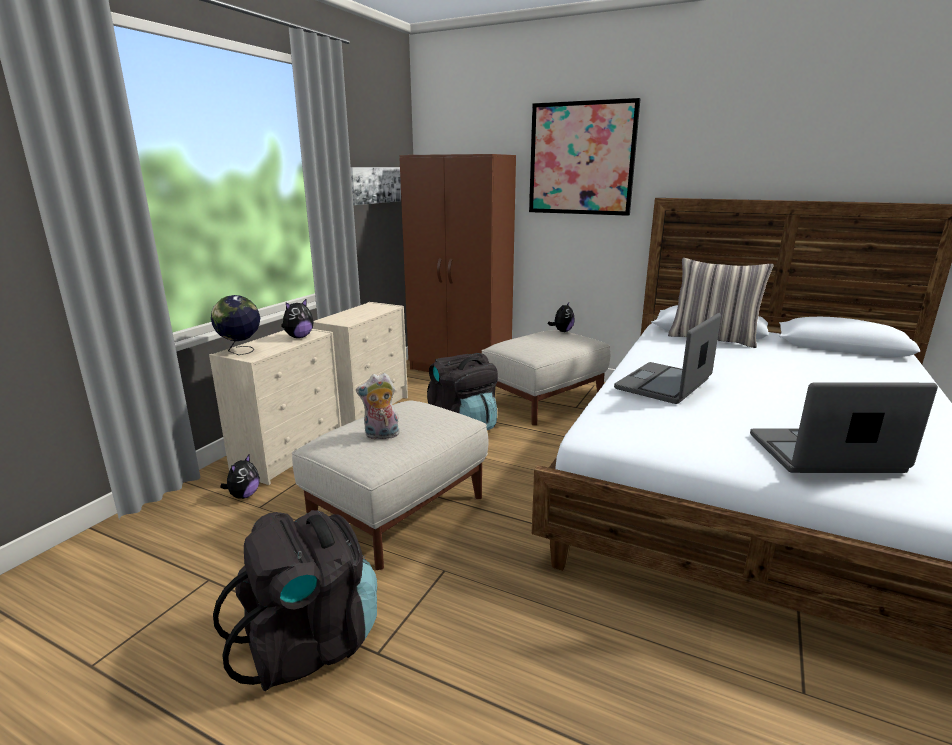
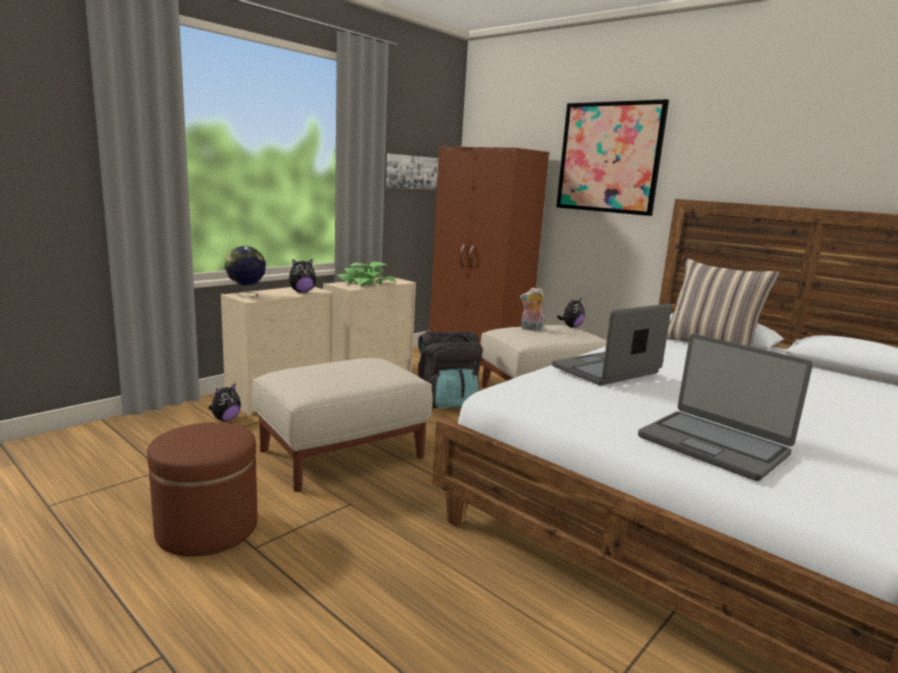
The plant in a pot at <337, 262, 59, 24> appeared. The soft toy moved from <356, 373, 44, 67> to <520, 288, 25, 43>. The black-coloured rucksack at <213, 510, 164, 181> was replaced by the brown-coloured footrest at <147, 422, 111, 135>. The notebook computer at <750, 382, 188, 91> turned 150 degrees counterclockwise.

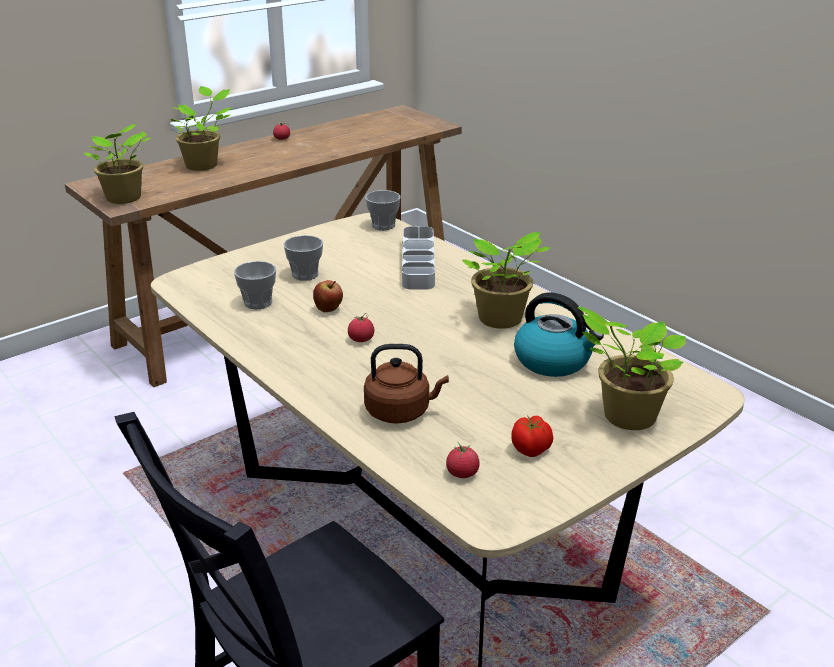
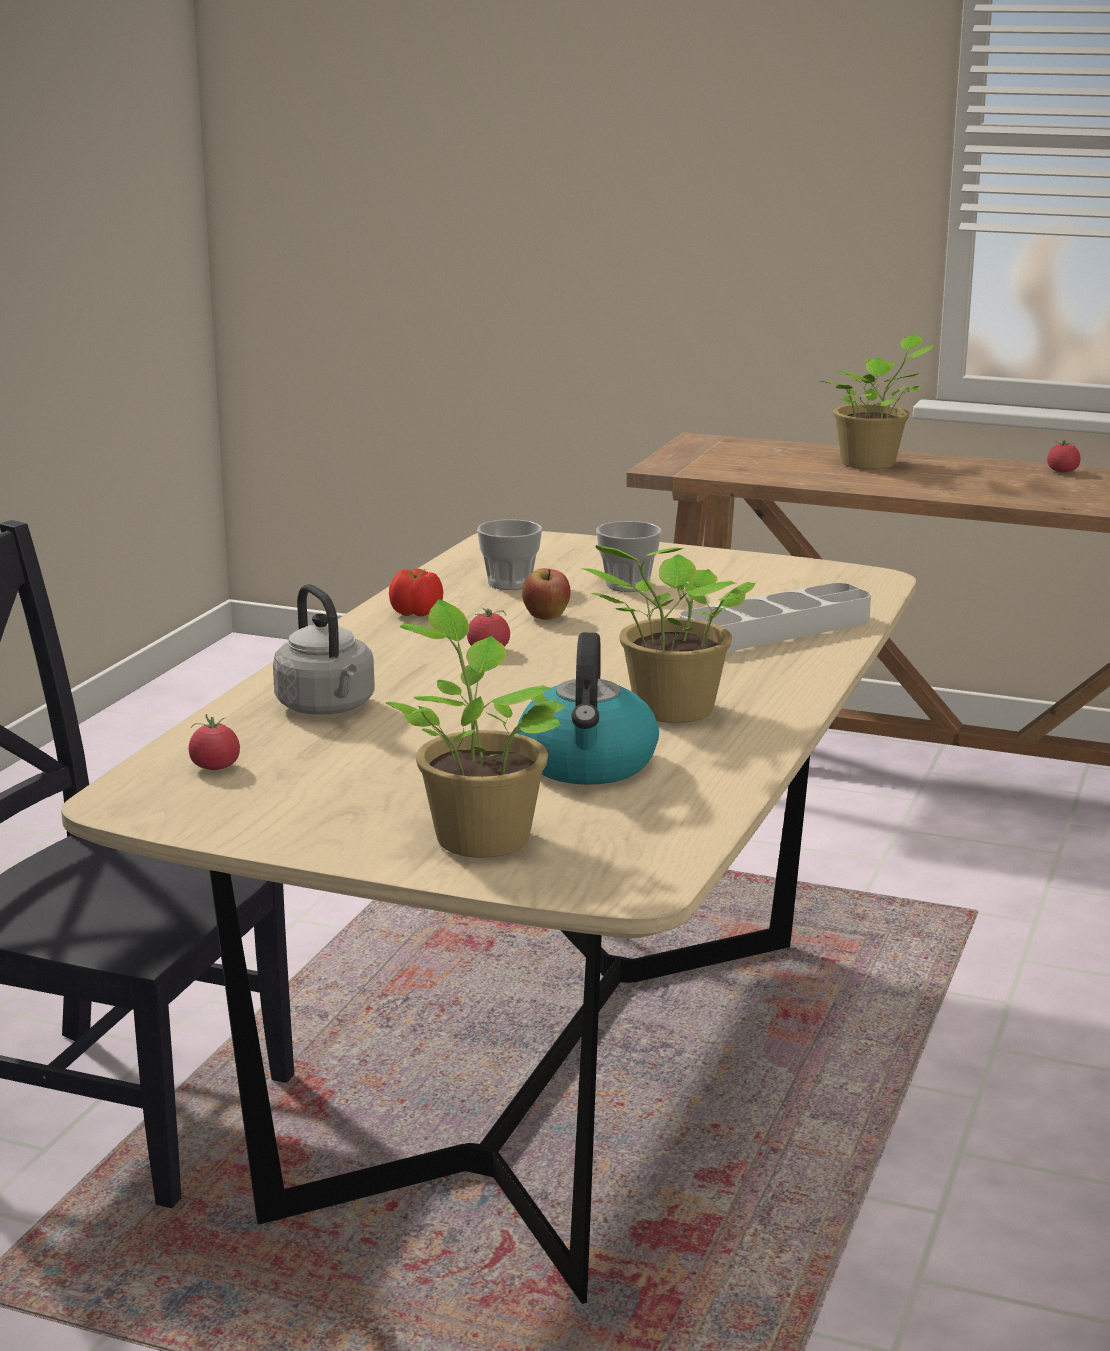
The plant in a pot at <84, 124, 67, 80> disappeared. The cup at <365, 190, 36, 40> disappeared. The whole tomato moved from <511, 416, 42, 41> to <389, 568, 54, 49>. The brown-coloured water kettle at <364, 344, 85, 80> became the greyish water kettle at <273, 584, 101, 131>.

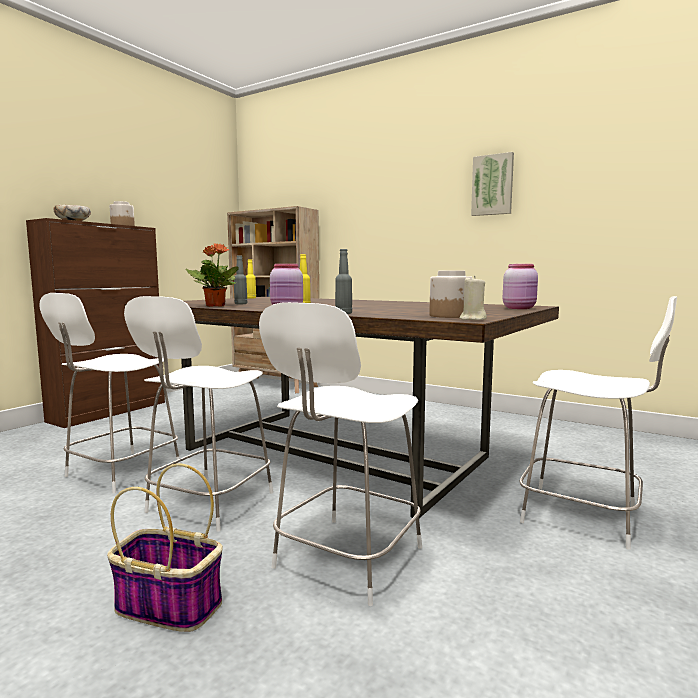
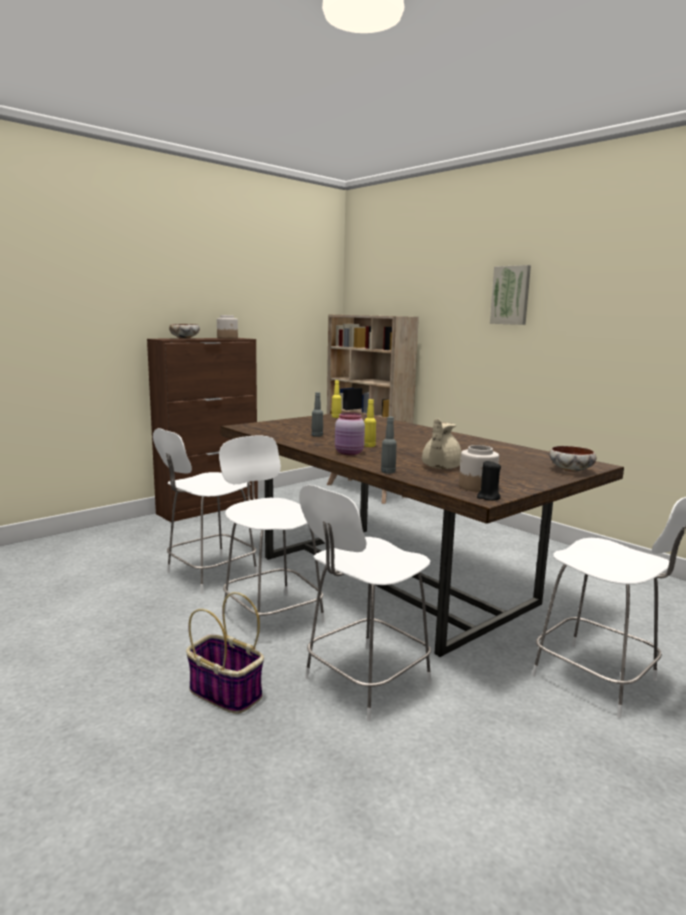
The plant in a pot at <185, 243, 54, 64> disappeared. The sand-coloured teapot at <422, 419, 40, 50> appeared. The wall picture moved from <471, 152, 43, 64> to <490, 265, 41, 60>. The pink jar at <503, 264, 35, 45> was replaced by the deep dish at <549, 446, 47, 26>. The sand-coloured wax light at <459, 275, 28, 45> became the black-coloured wax light at <477, 460, 24, 41>. The white plain chair at <124, 296, 149, 236> turned 105 degrees clockwise.

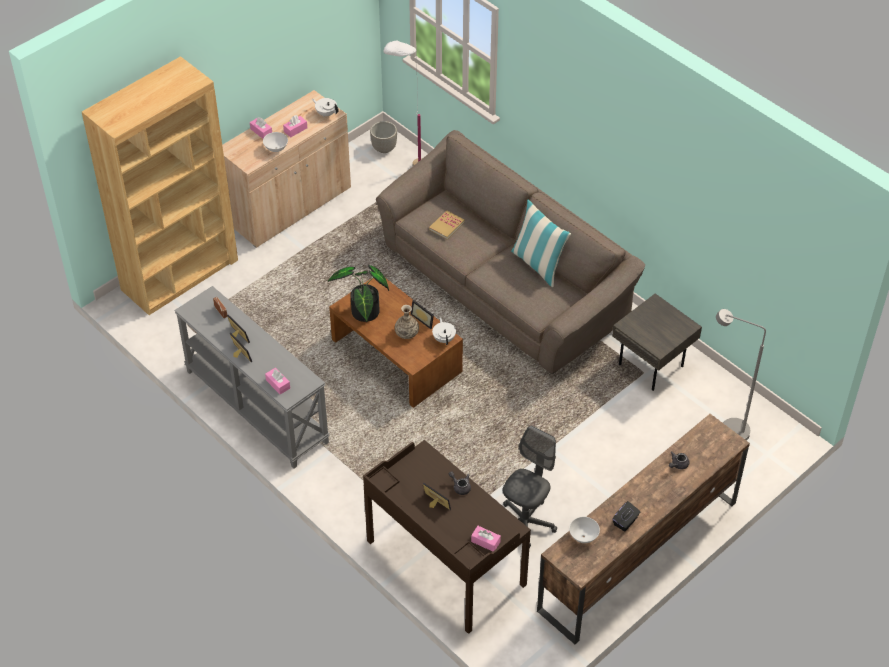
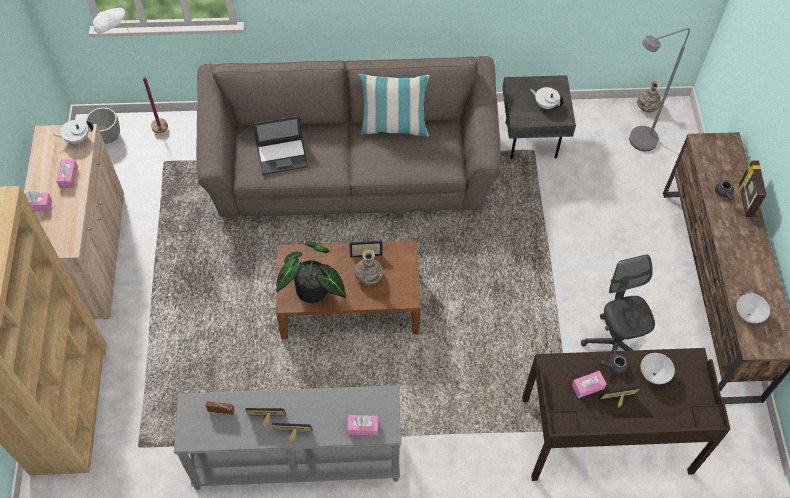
The black-coloured tissue holder at <612, 501, 28, 31> disappeared. The flower vase at <637, 80, 24, 33> appeared. The photo frame at <739, 161, 27, 57> appeared. The white deep dish moved from <263, 132, 25, 20> to <641, 353, 34, 31>. The white teapot moved from <432, 317, 24, 28> to <530, 87, 34, 22>. The pink tissue holder moved from <471, 526, 30, 25> to <572, 371, 35, 27>. The volume at <429, 211, 36, 28> was replaced by the notebook computer at <253, 115, 56, 60>.

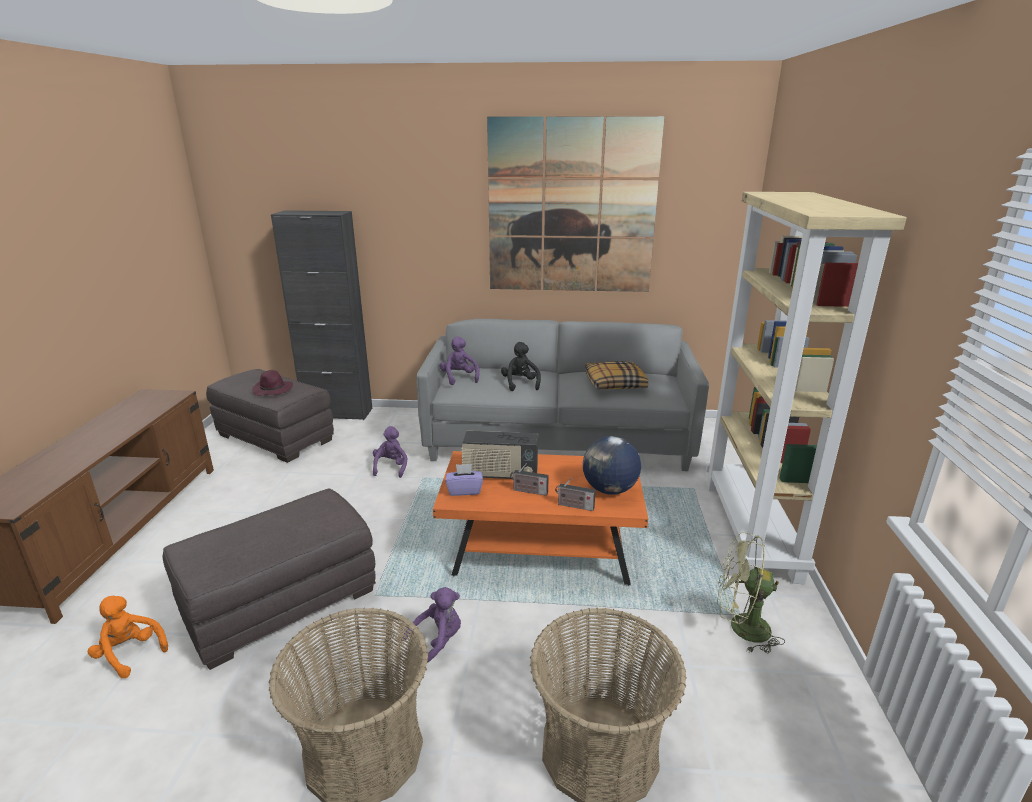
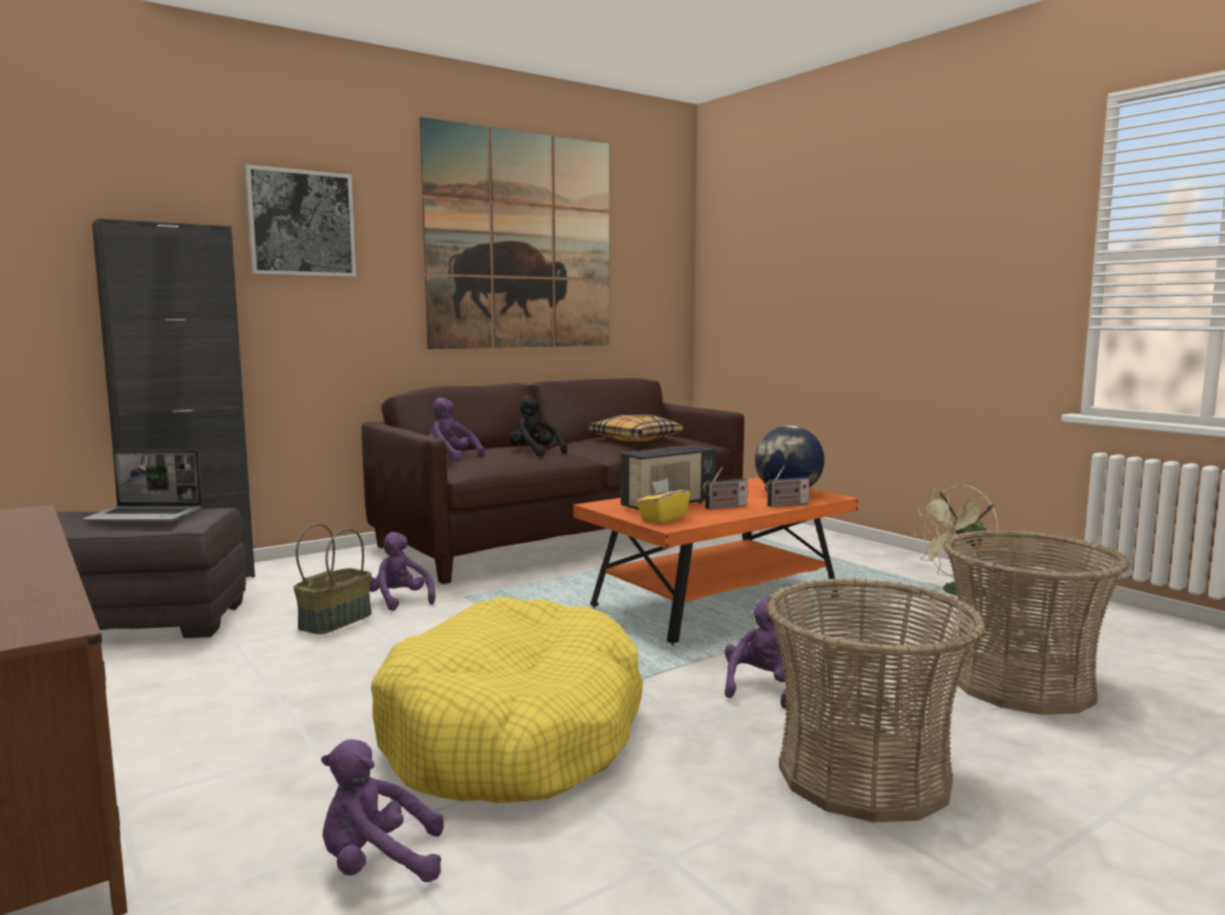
The sand-coloured bookcase at <706, 192, 201, 392> disappeared. The wall picture at <244, 164, 112, 113> appeared. The storage basket at <294, 523, 78, 111> appeared. The greyish footrest at <163, 489, 213, 181> was replaced by the yellow-coloured dog cushion at <371, 597, 272, 206>. The purple wearable hat at <252, 370, 41, 26> was replaced by the notebook computer at <83, 450, 120, 72>. The orange soft toy at <88, 595, 80, 83> became the purple soft toy at <321, 739, 123, 143>. The greyish couch at <417, 319, 292, 152> became the brown-coloured couch at <361, 378, 383, 206>. The purple tissue holder at <445, 464, 38, 32> became the yellow-coloured tissue holder at <636, 479, 55, 44>.

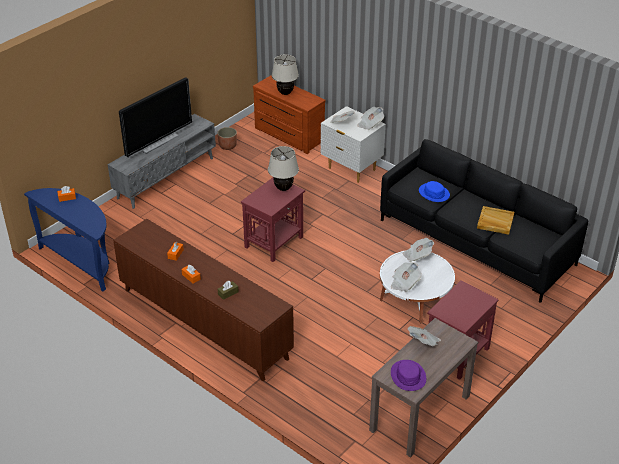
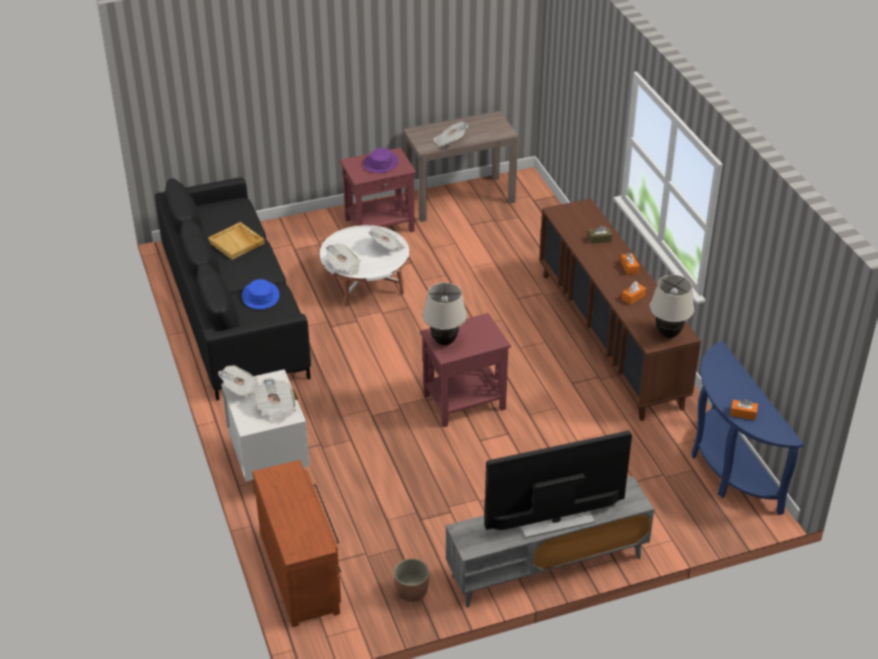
The sand-coloured tabletop lamp moved from <271, 54, 28, 41> to <650, 275, 44, 63>. The purple wearable hat moved from <391, 360, 35, 31> to <363, 148, 35, 25>.

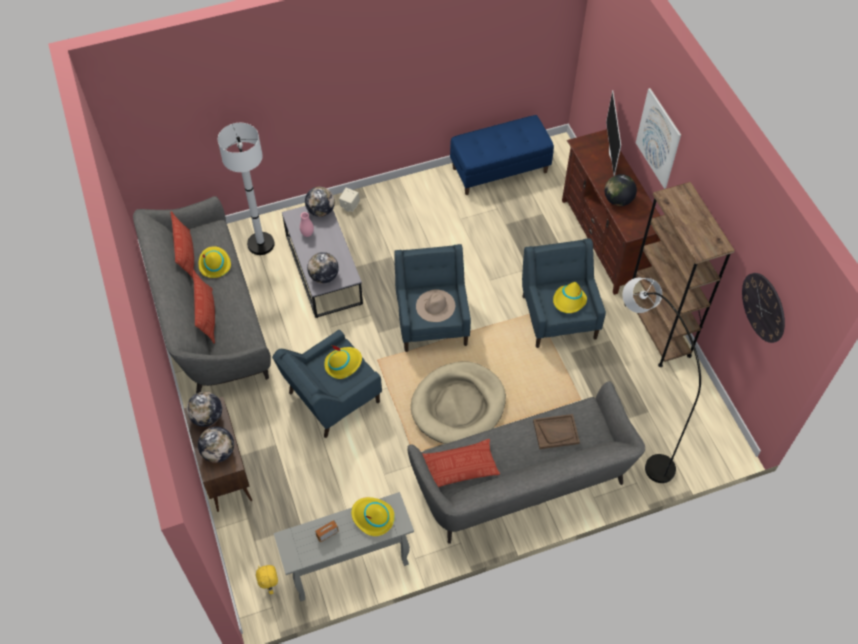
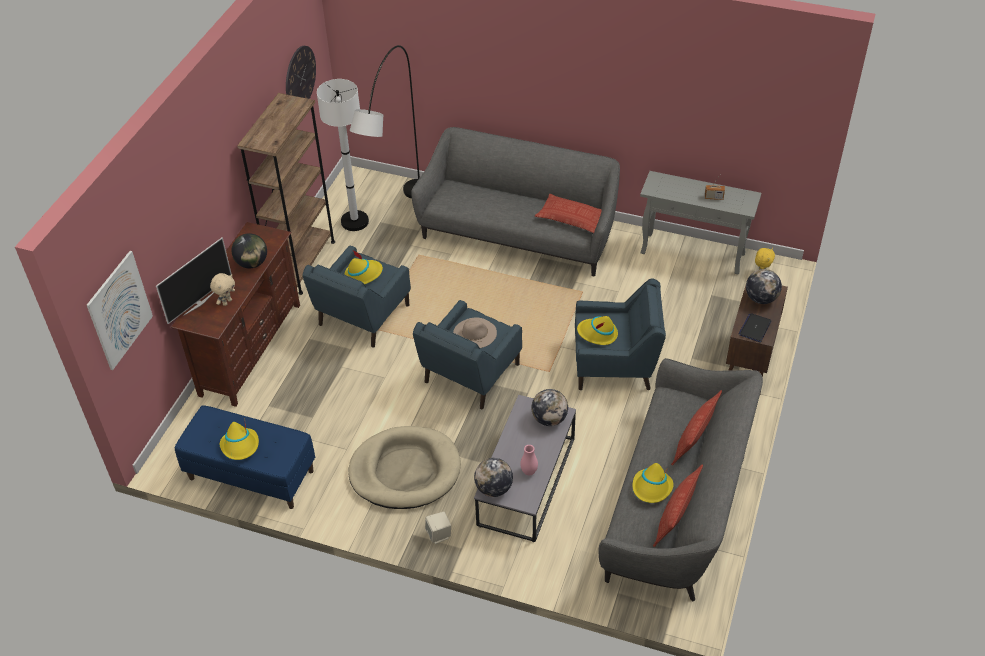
The brown-coloured carrying tray at <533, 414, 47, 35> disappeared. The sand-coloured soft toy at <210, 273, 25, 33> appeared. The white standard lamp moved from <218, 123, 57, 132> to <317, 79, 52, 152>. The yellow-coloured wearable hat moved from <351, 497, 44, 39> to <220, 422, 39, 38>. The sand-coloured dog cushion moved from <411, 361, 95, 83> to <349, 426, 112, 83>. The wall picture moved from <636, 88, 45, 101> to <87, 251, 66, 119>. The desk globe at <186, 392, 36, 35> was replaced by the notebook computer at <739, 313, 32, 29>.

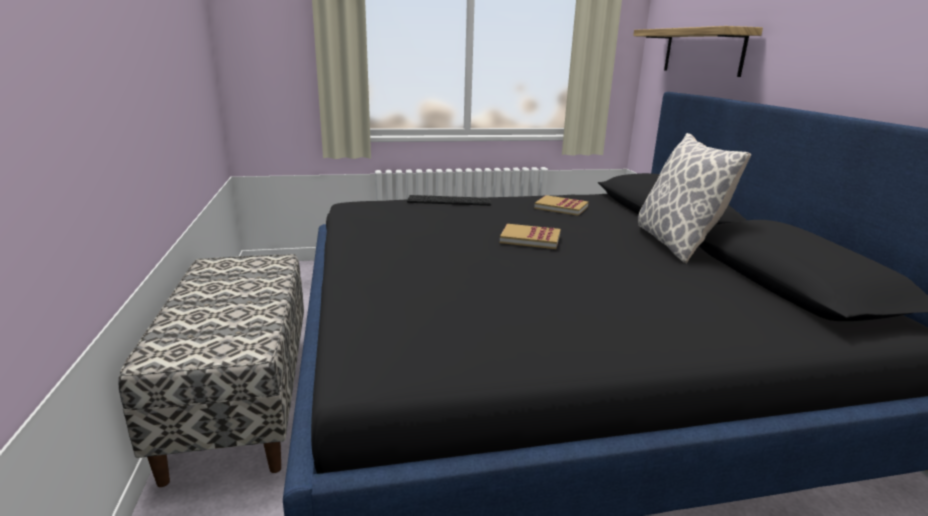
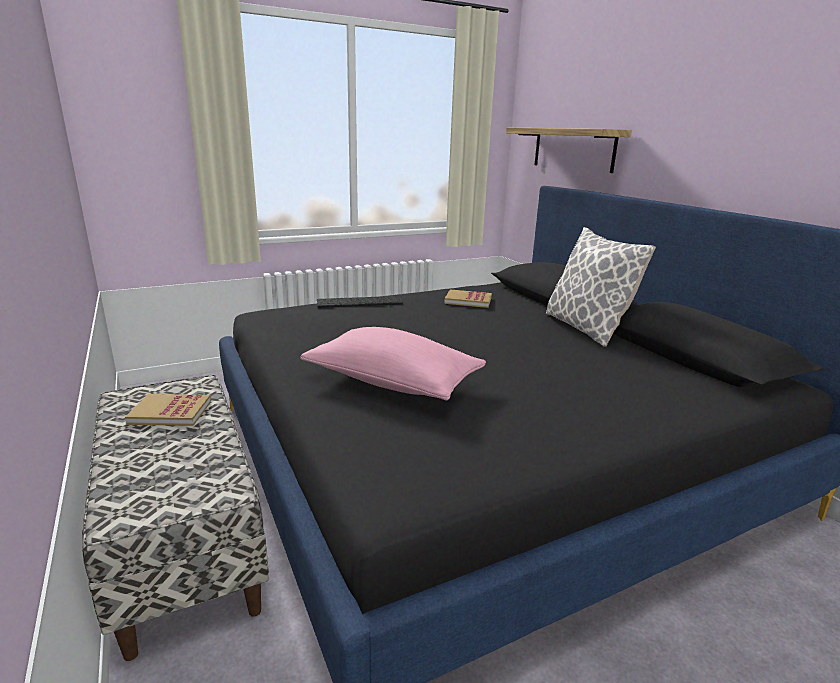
The pink throw pillow at <300, 327, 186, 74> appeared. The volume moved from <500, 224, 61, 25> to <125, 394, 86, 32>.

